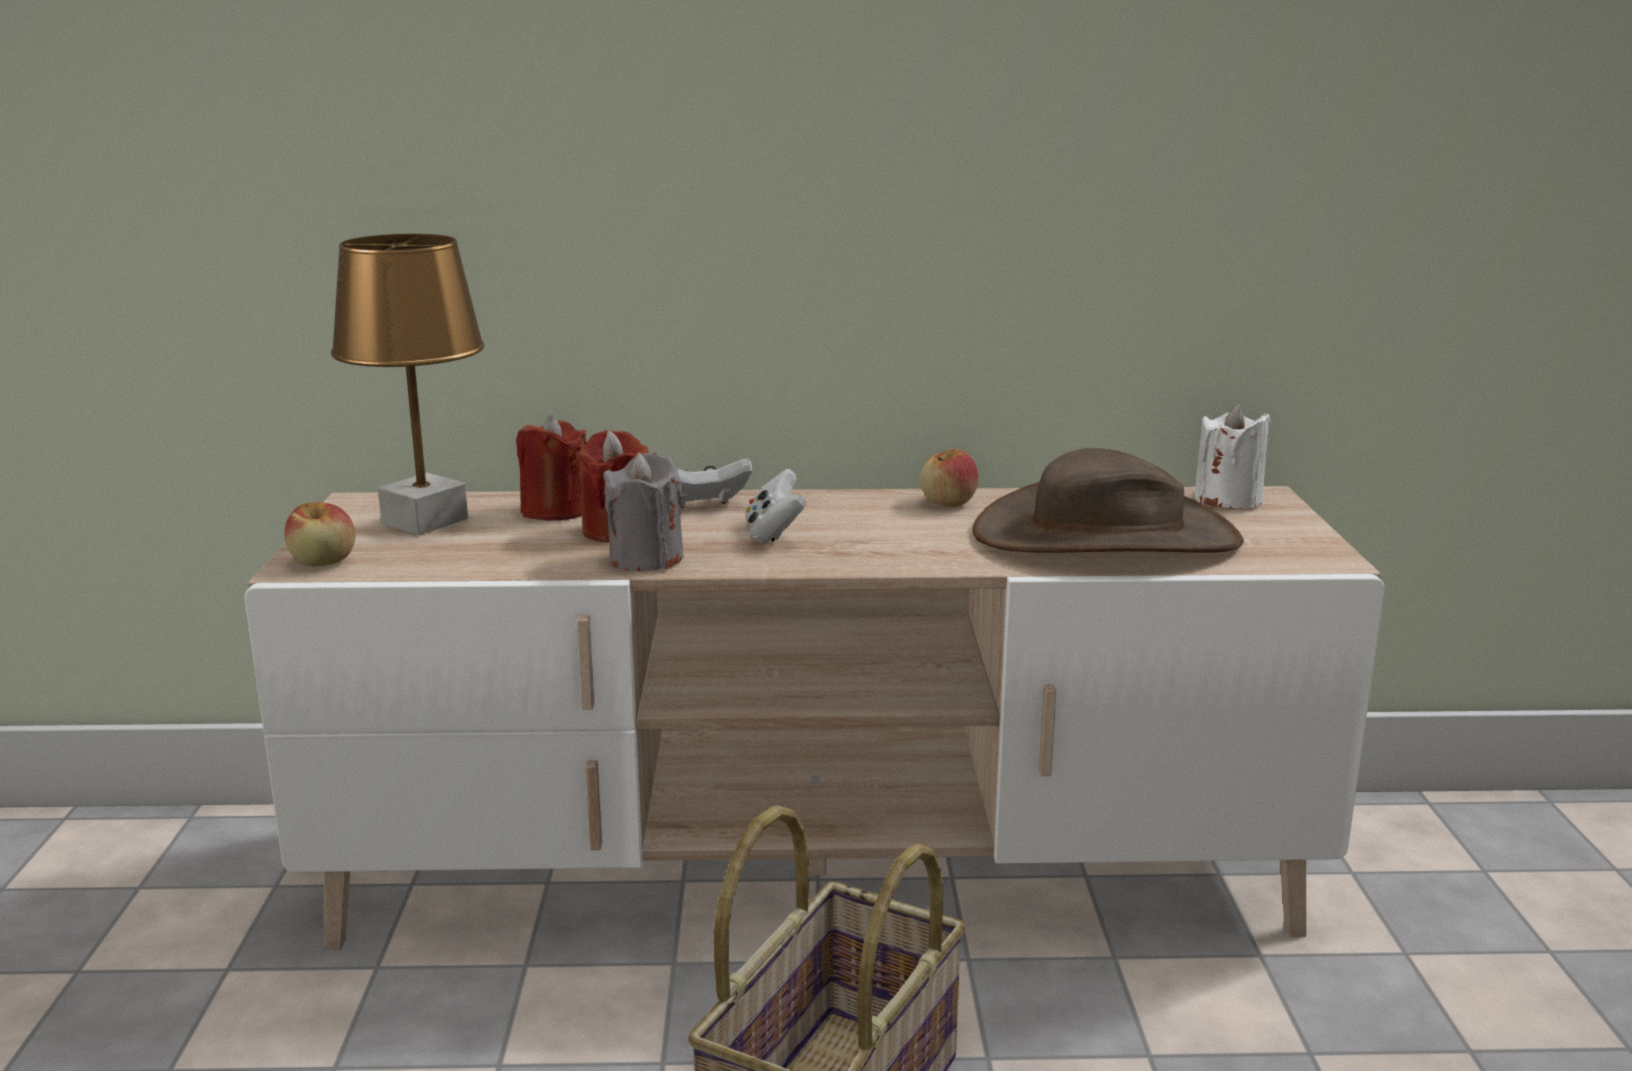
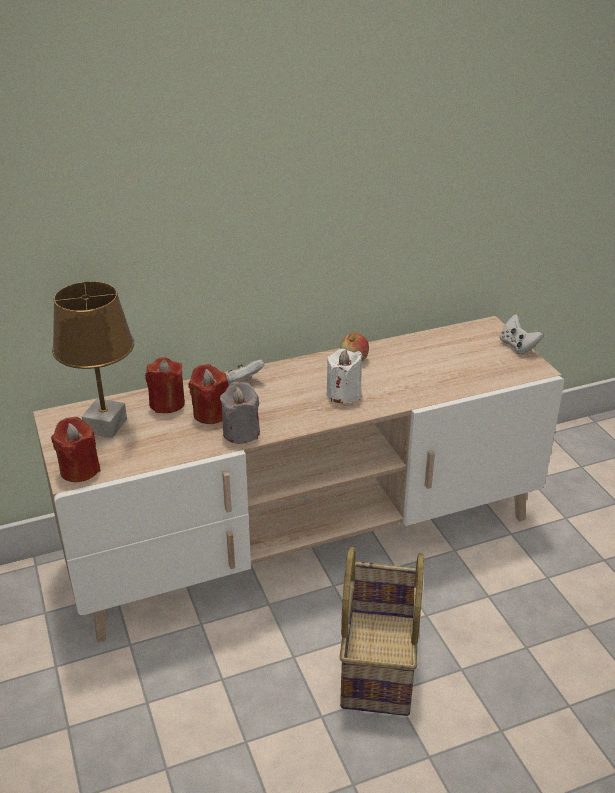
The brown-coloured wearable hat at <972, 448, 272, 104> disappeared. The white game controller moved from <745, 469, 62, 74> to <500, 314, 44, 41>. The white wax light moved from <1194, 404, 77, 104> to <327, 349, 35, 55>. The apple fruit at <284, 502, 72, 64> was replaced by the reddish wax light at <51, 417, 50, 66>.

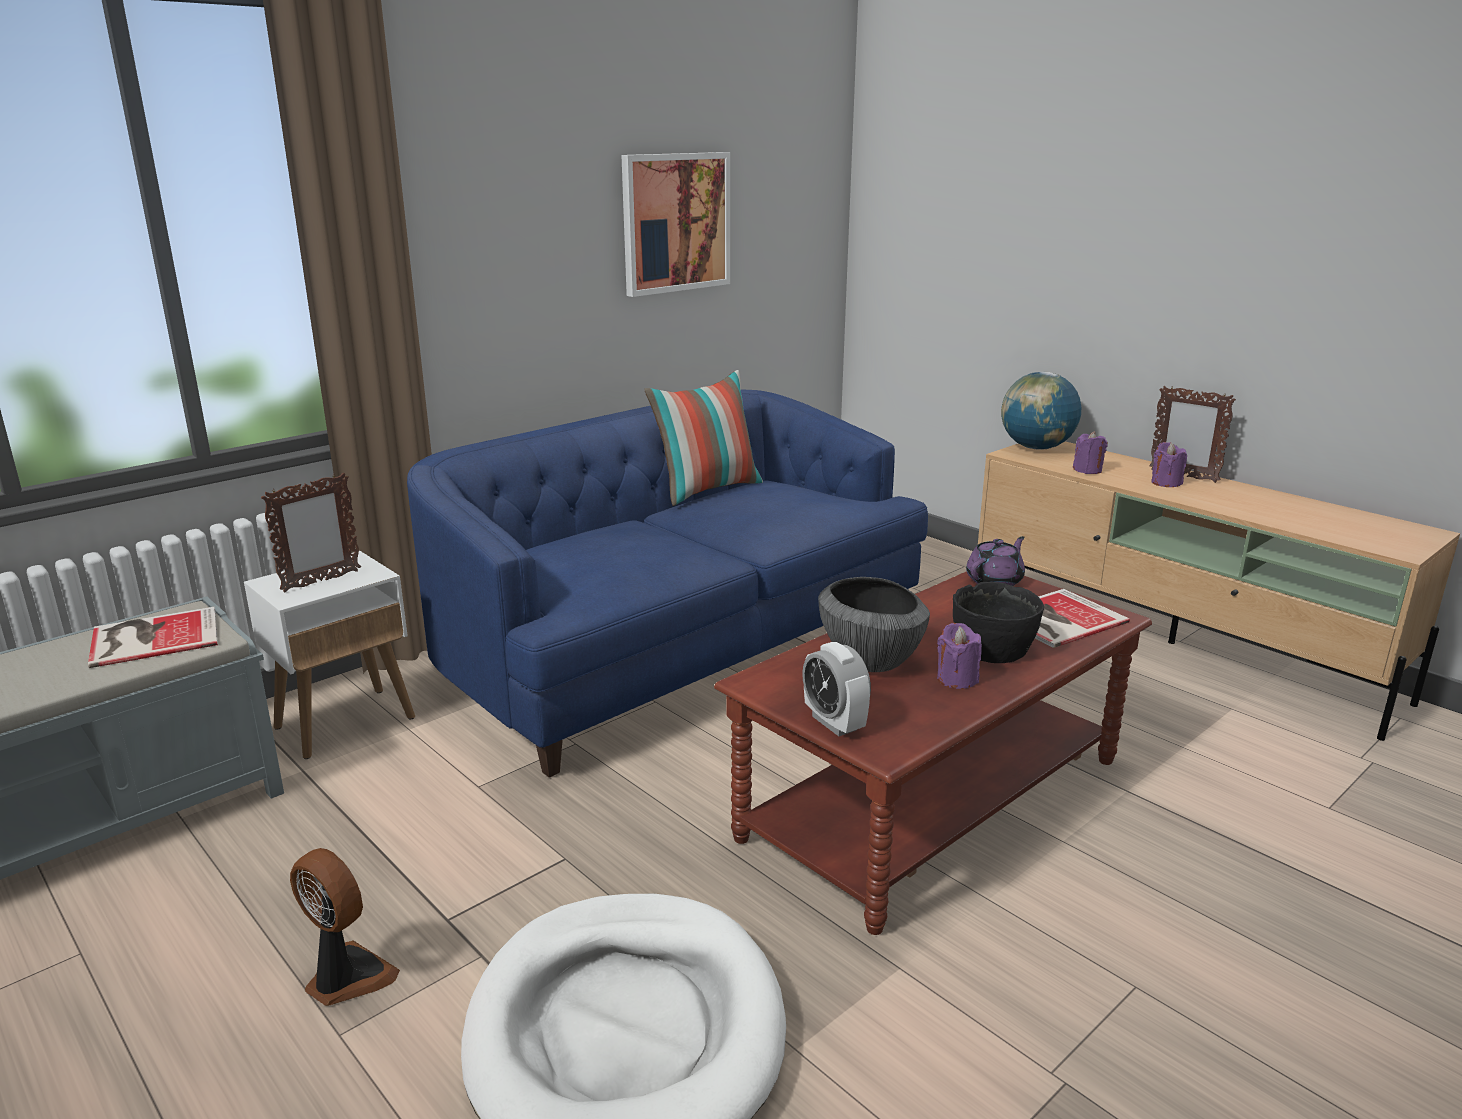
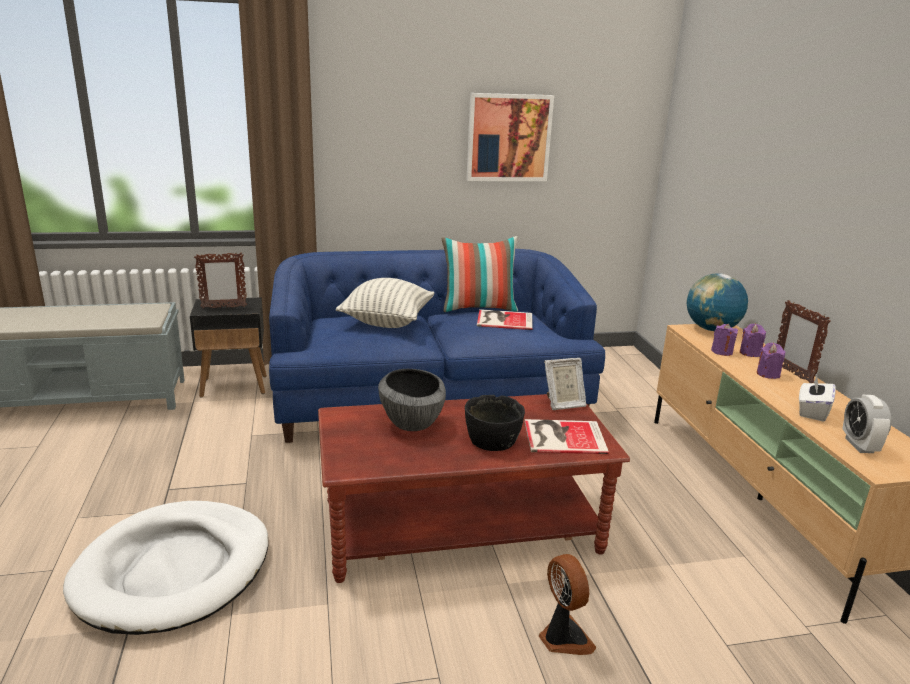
The throw pillow at <336, 278, 98, 50> appeared. The white tissue holder at <799, 375, 37, 47> appeared. The volume moved from <88, 607, 130, 61> to <477, 309, 55, 21>. The fan moved from <290, 848, 110, 158> to <539, 554, 57, 101>. The bedside clock moved from <802, 642, 69, 94> to <842, 395, 50, 58>. The purple wax light moved from <937, 623, 45, 66> to <740, 324, 26, 33>. The purple teapot at <966, 536, 59, 50> was replaced by the photo frame at <544, 358, 42, 52>. The white accent table at <244, 551, 171, 208> became the black-coloured accent table at <190, 298, 77, 100>.

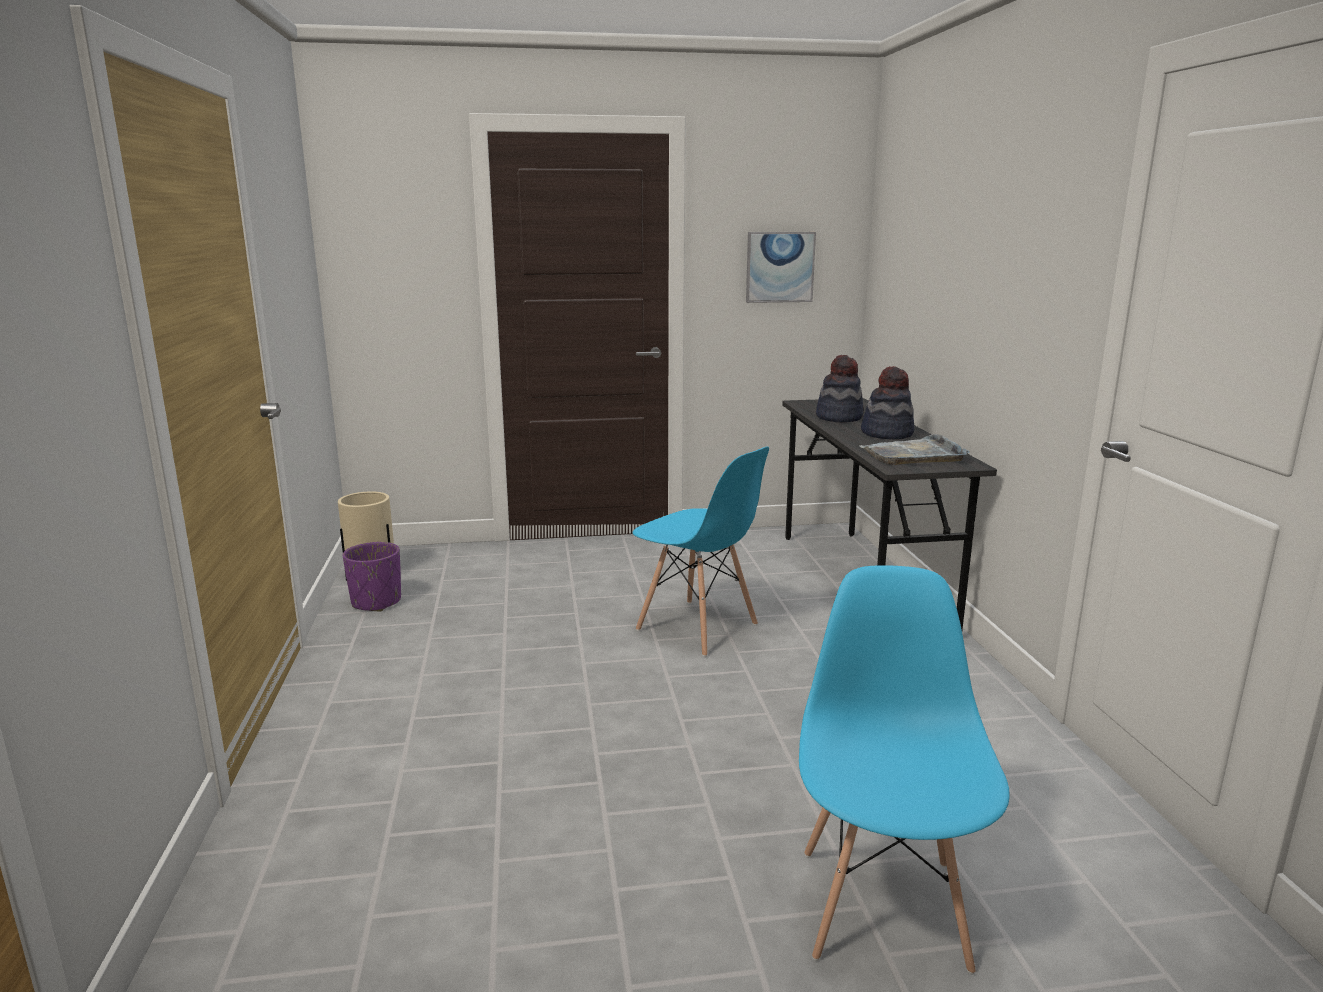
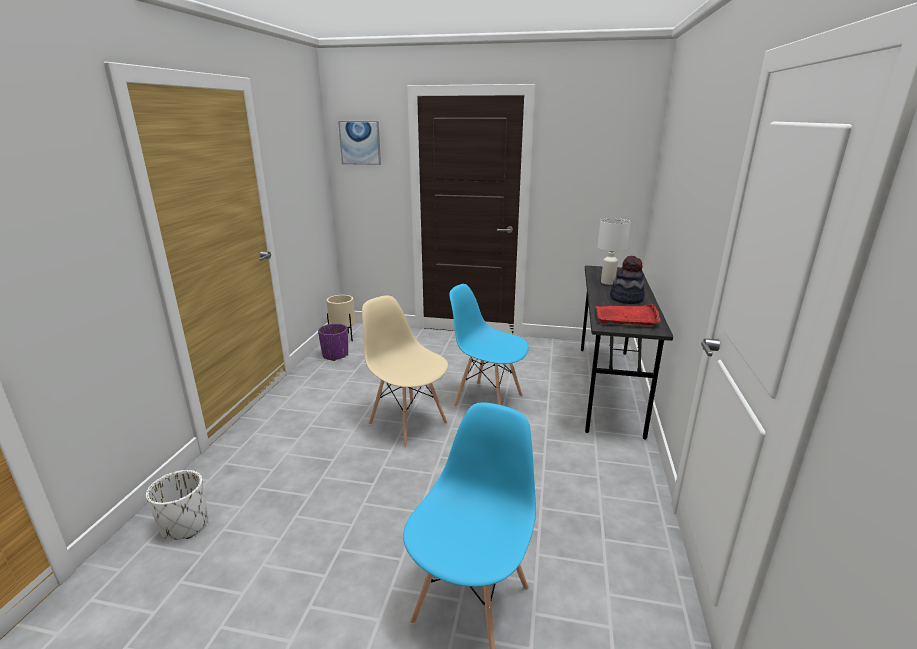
The white plant pot at <146, 470, 62, 70> appeared. The sand-coloured plain chair at <362, 296, 86, 151> appeared. The wall picture moved from <746, 232, 70, 71> to <338, 121, 43, 44>. The wearable hat at <816, 355, 48, 68> was replaced by the white tabletop lamp at <598, 218, 32, 67>. The greyish carrying tray at <860, 434, 110, 31> became the reddish carrying tray at <596, 304, 65, 23>. The blue-coloured plain chair at <632, 446, 137, 211> turned 150 degrees clockwise.

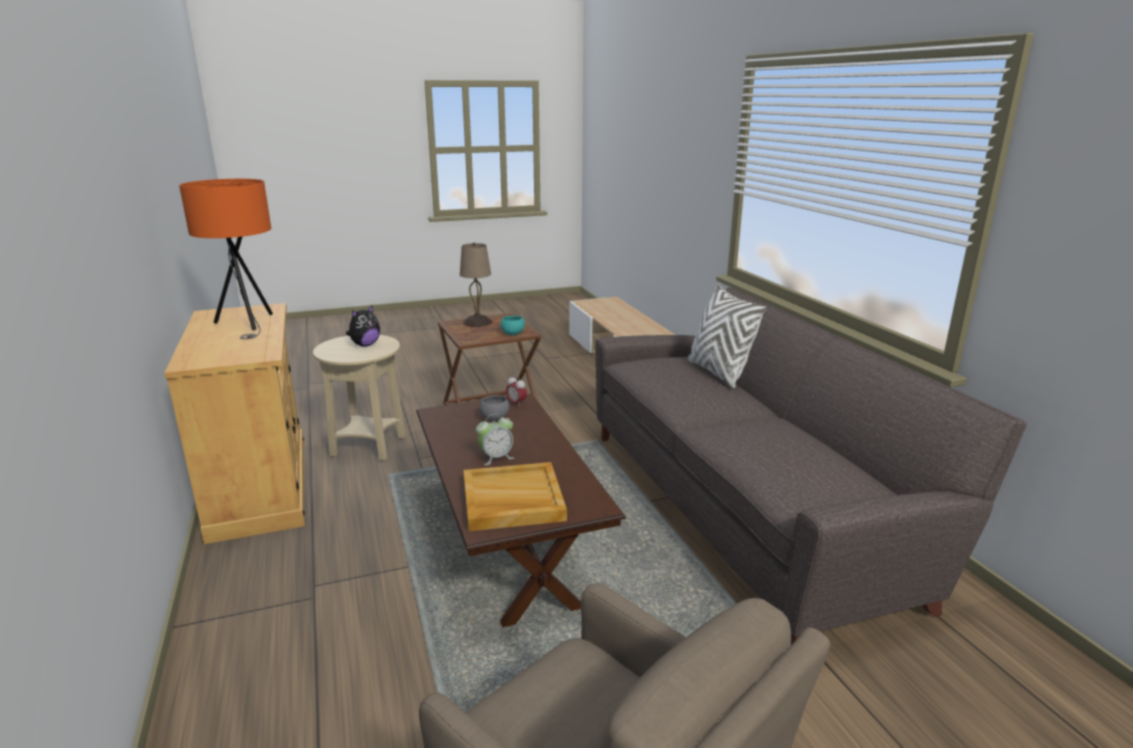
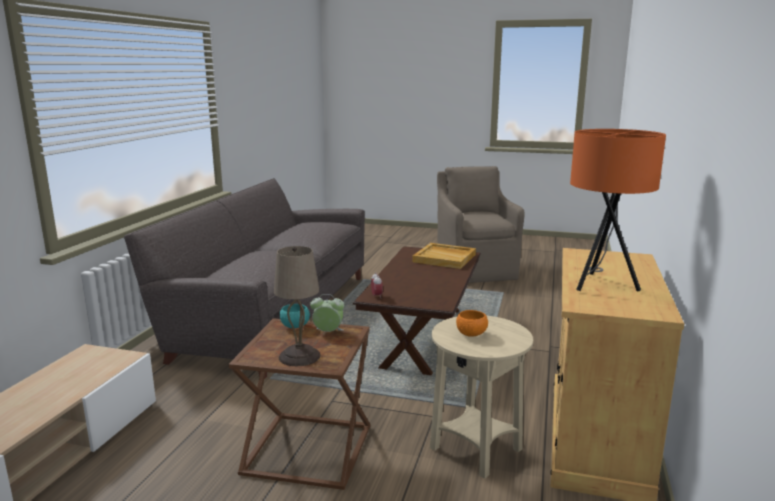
The greyish deep dish at <479, 395, 30, 26> disappeared. The white throw pillow at <687, 284, 80, 104> disappeared. The bedside clock moved from <476, 414, 38, 51> to <310, 294, 34, 38>. The soft toy at <346, 305, 34, 42> was replaced by the orange deep dish at <456, 310, 32, 27>.

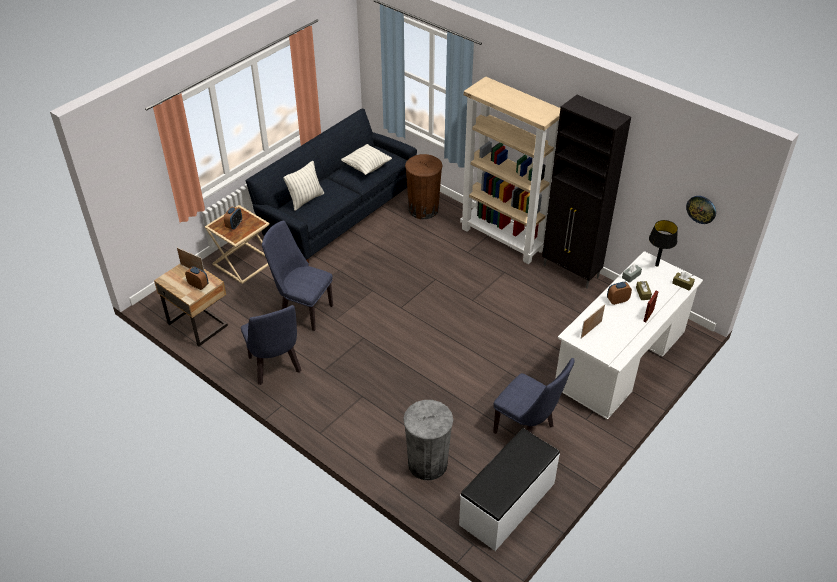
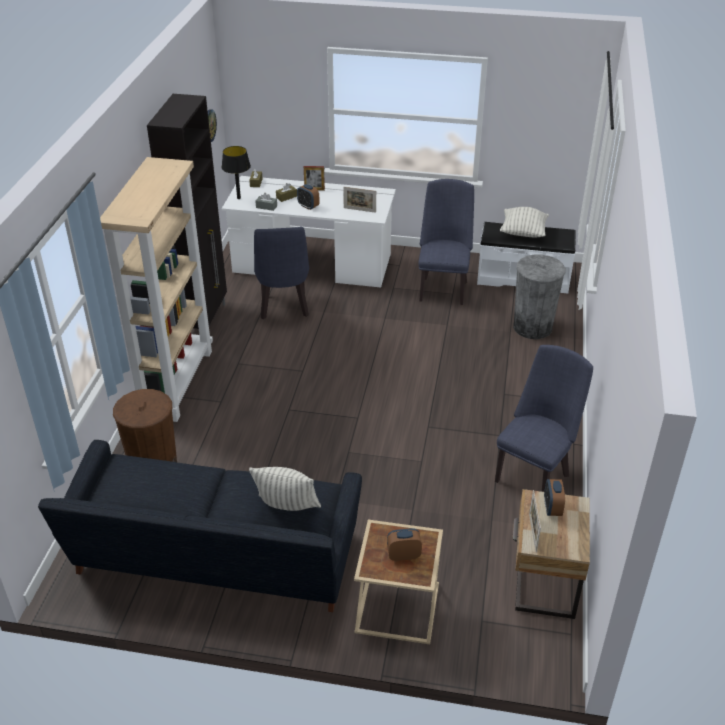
The blue-coloured plain chair moved from <262, 220, 71, 111> to <254, 227, 55, 92>. The throw pillow moved from <341, 144, 51, 31> to <500, 207, 49, 30>.

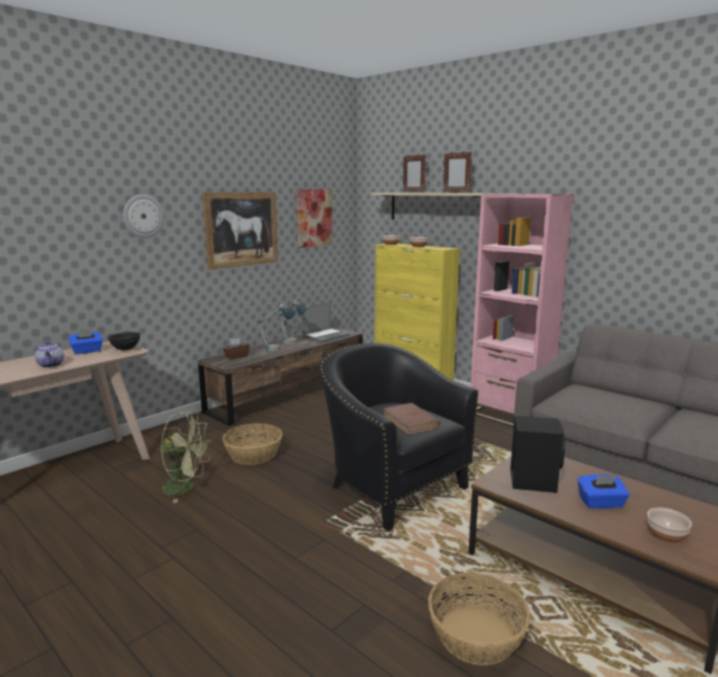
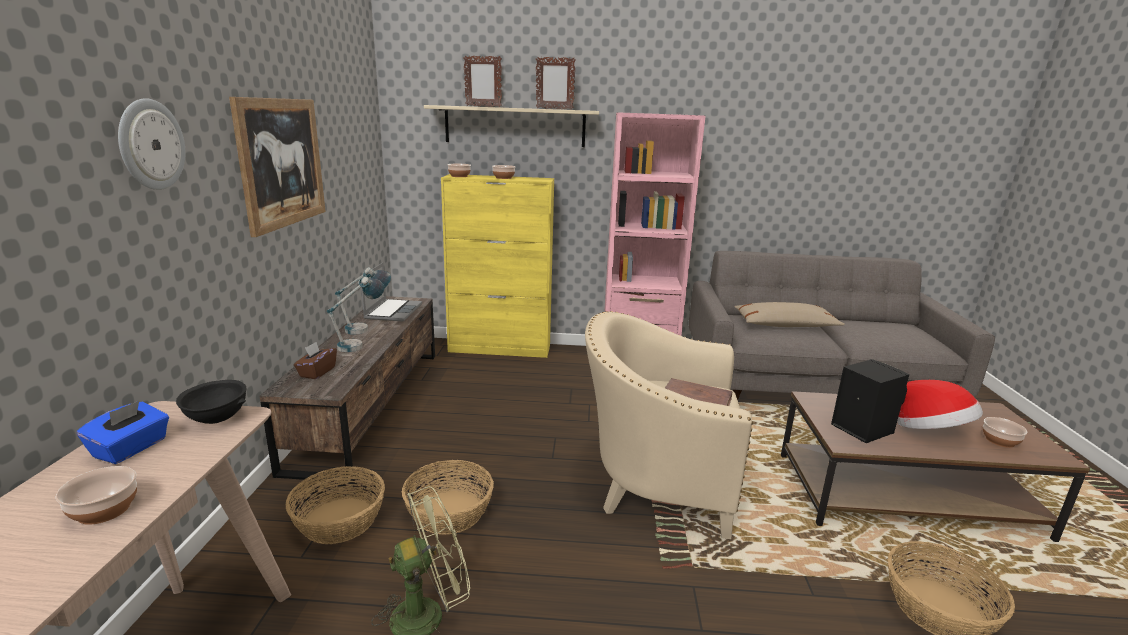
The wall picture at <296, 189, 36, 59> disappeared. The storage basket at <286, 466, 99, 78> appeared. The sand-coloured throw pillow at <734, 302, 111, 25> appeared. The teapot at <35, 341, 29, 27> was replaced by the deep dish at <56, 466, 81, 59>. The blue-coloured tissue holder at <577, 474, 53, 35> was replaced by the wearable hat at <897, 380, 86, 49>. The black-coloured easy chair at <319, 343, 159, 188> became the sand-coloured easy chair at <585, 311, 168, 228>.

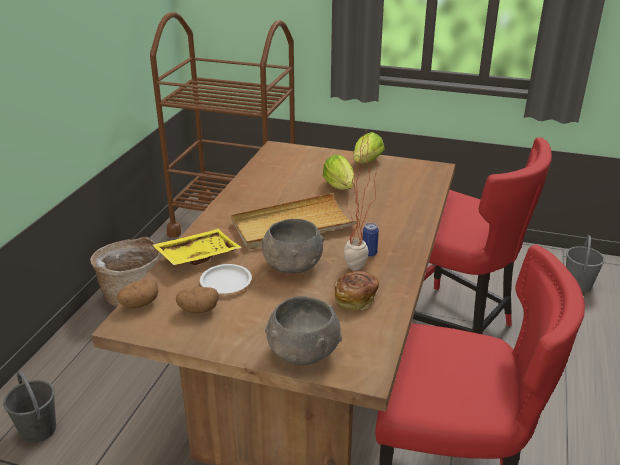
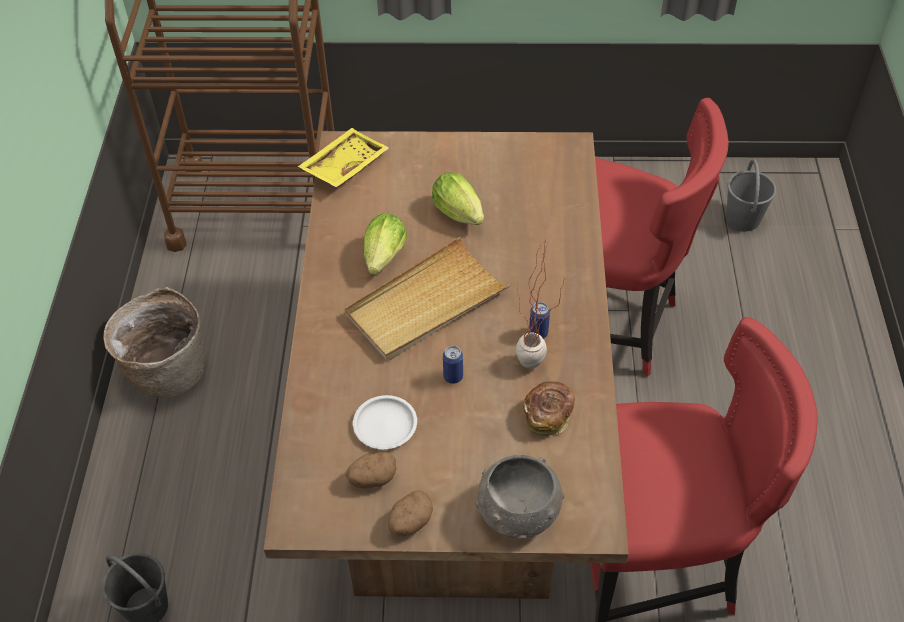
The spud moved from <116, 279, 43, 30> to <388, 490, 45, 46>. The yellow-coloured carrying tray moved from <152, 229, 89, 36> to <298, 128, 91, 59>. The lettuce head moved from <354, 132, 31, 31> to <363, 213, 44, 62>. The greyish deep dish at <262, 219, 62, 54> was replaced by the can at <443, 346, 20, 38>.

